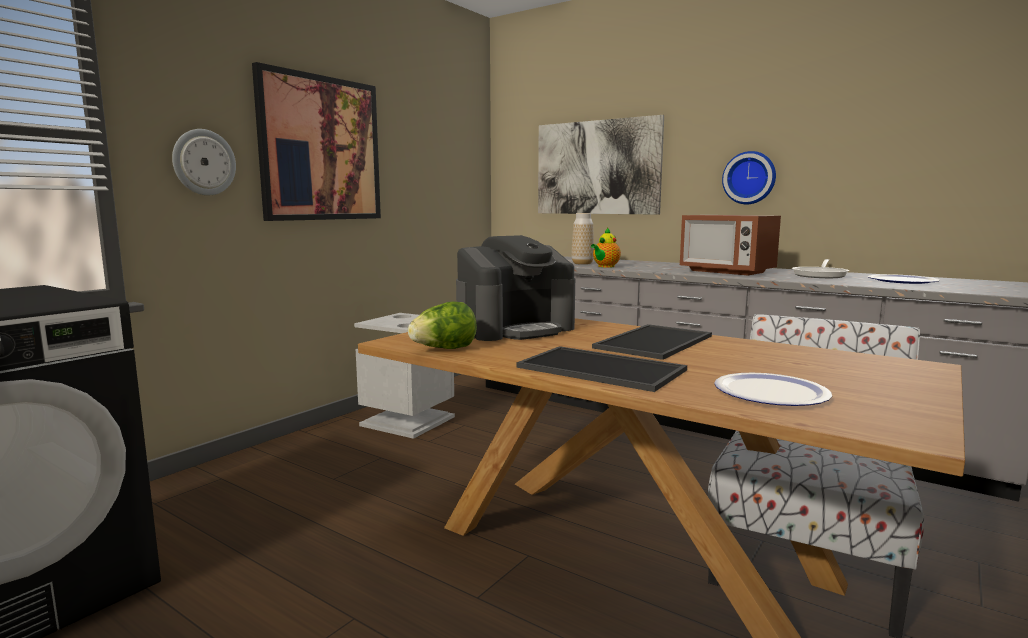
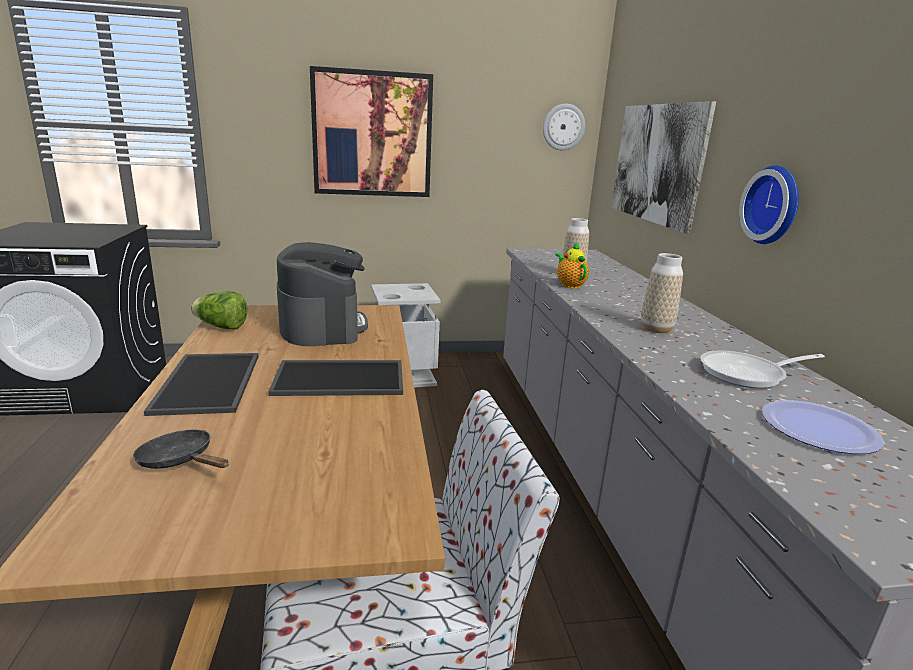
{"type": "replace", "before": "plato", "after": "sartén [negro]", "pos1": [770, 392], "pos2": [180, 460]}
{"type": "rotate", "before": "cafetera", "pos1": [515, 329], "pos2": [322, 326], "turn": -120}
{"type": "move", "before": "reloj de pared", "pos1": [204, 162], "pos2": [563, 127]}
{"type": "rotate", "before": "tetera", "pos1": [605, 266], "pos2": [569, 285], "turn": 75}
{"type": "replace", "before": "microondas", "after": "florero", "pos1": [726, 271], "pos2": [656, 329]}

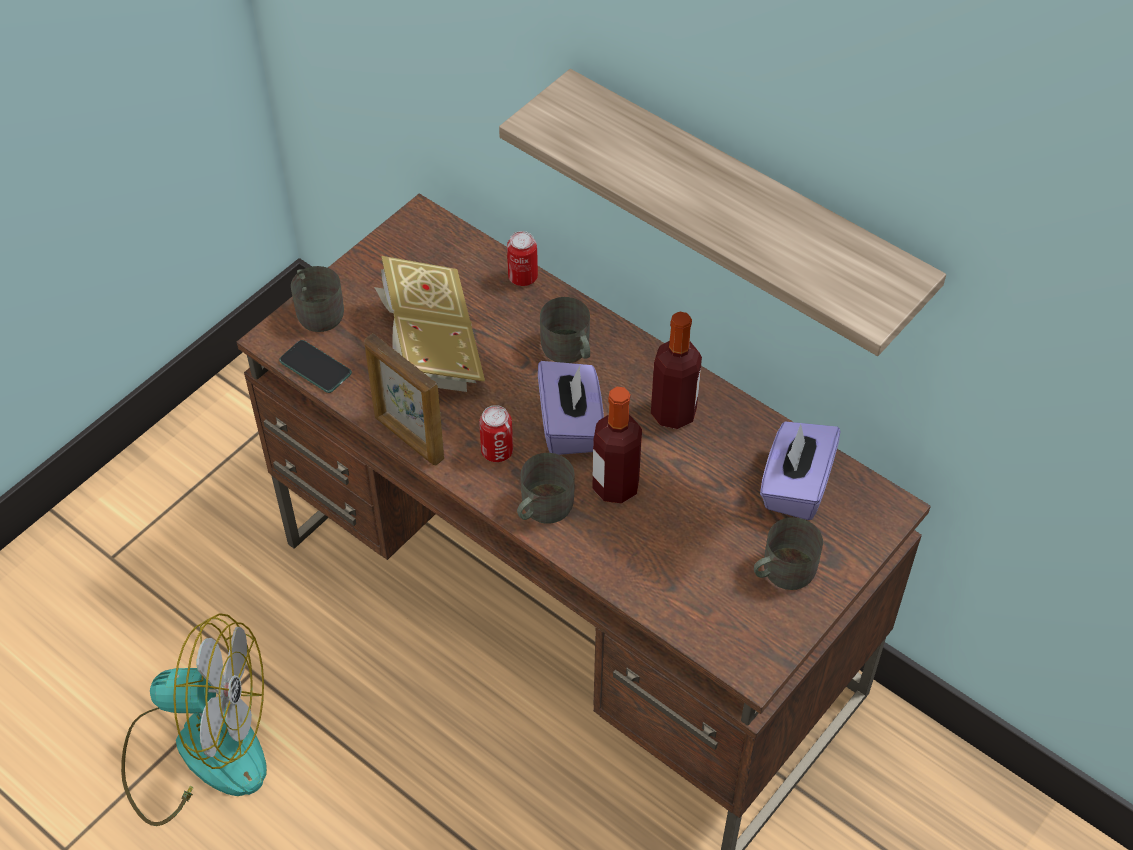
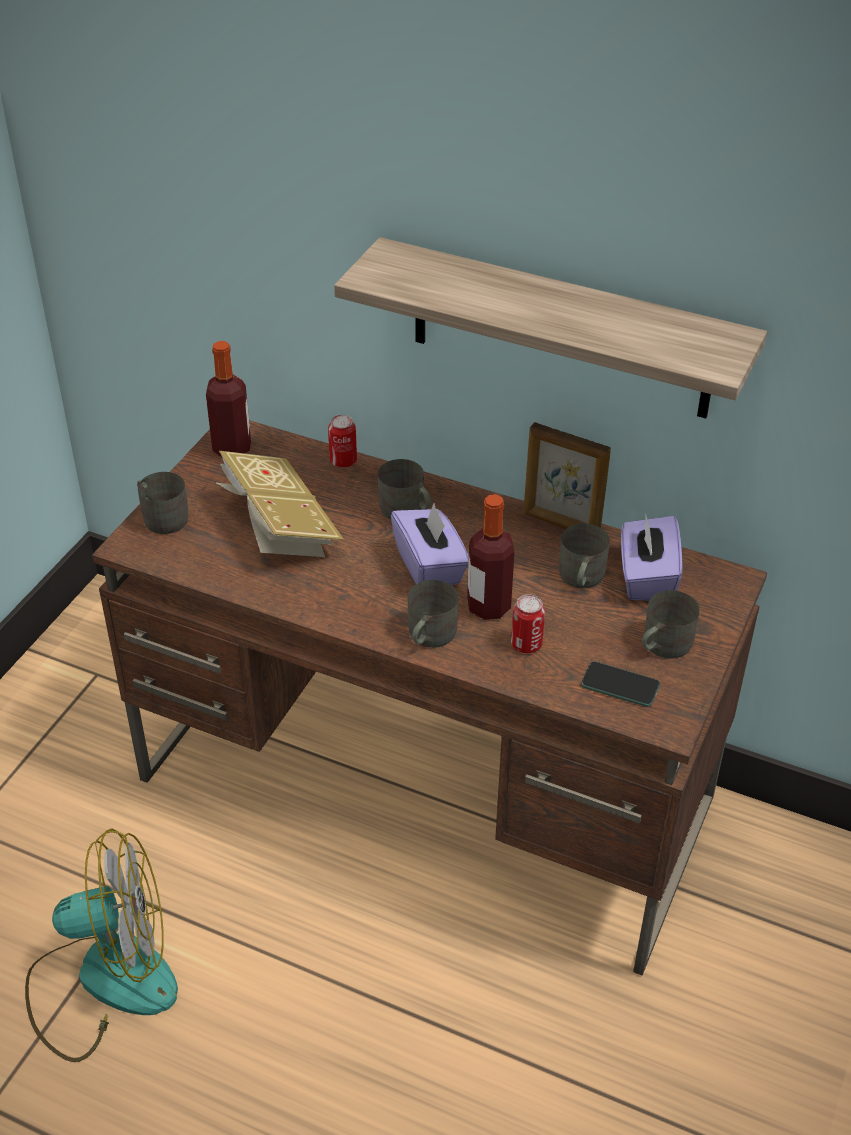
{"type": "move", "before": "botella", "pos1": [673, 413], "pos2": [232, 448]}
{"type": "move", "before": "lata", "pos1": [497, 451], "pos2": [526, 644]}
{"type": "move", "before": "portarretratos", "pos1": [408, 438], "pos2": [561, 524]}
{"type": "insert", "after": "taza grande [gris]", "pos2": [580, 578]}
{"type": "move", "before": "móvil", "pos1": [315, 367], "pos2": [620, 685]}

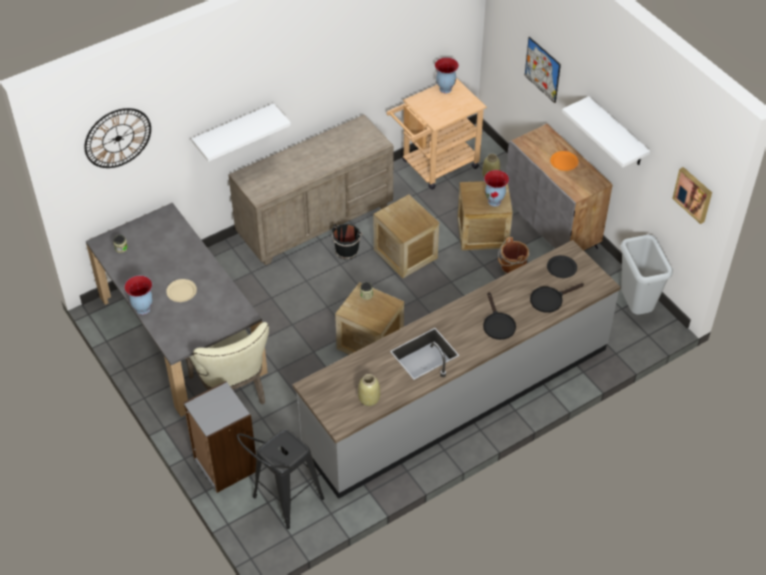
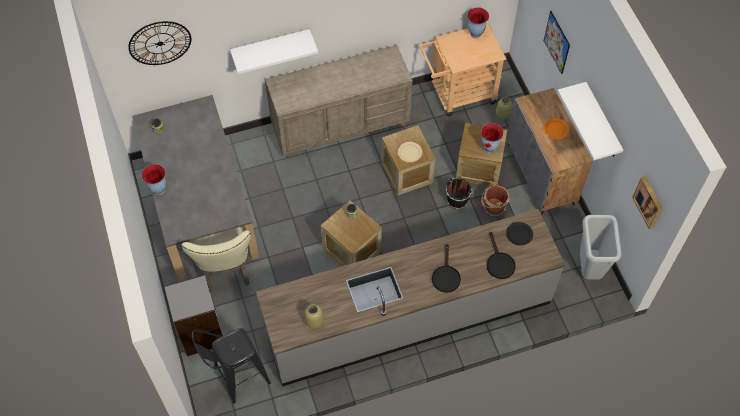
{"type": "move", "before": "plato [beis]", "pos1": [181, 291], "pos2": [409, 152]}
{"type": "move", "before": "cubo [negro]", "pos1": [347, 250], "pos2": [457, 199]}
{"type": "rotate", "before": "sartén [negro]", "pos1": [550, 299], "pos2": [499, 262], "turn": -90}

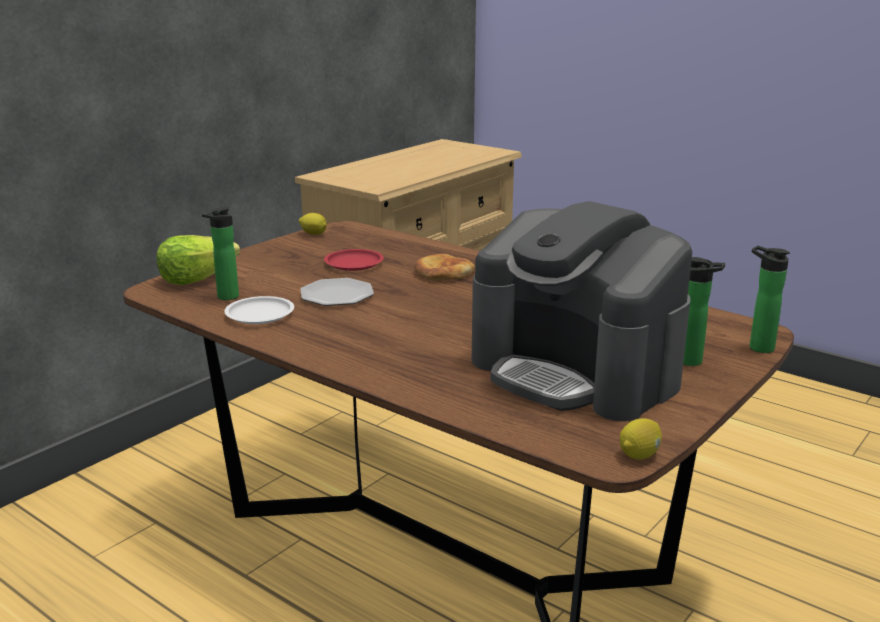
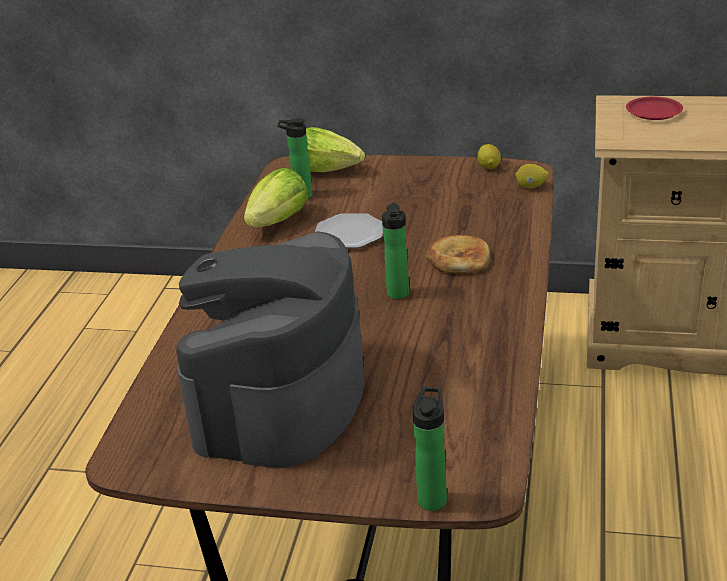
{"type": "replace", "before": "plato [blanco]", "after": "lechuga", "pos1": [260, 314], "pos2": [279, 221]}
{"type": "move", "before": "botella", "pos1": [693, 362], "pos2": [398, 295]}
{"type": "move", "before": "limón", "pos1": [640, 455], "pos2": [531, 187]}
{"type": "move", "before": "plato [rojo]", "pos1": [354, 263], "pos2": [654, 112]}

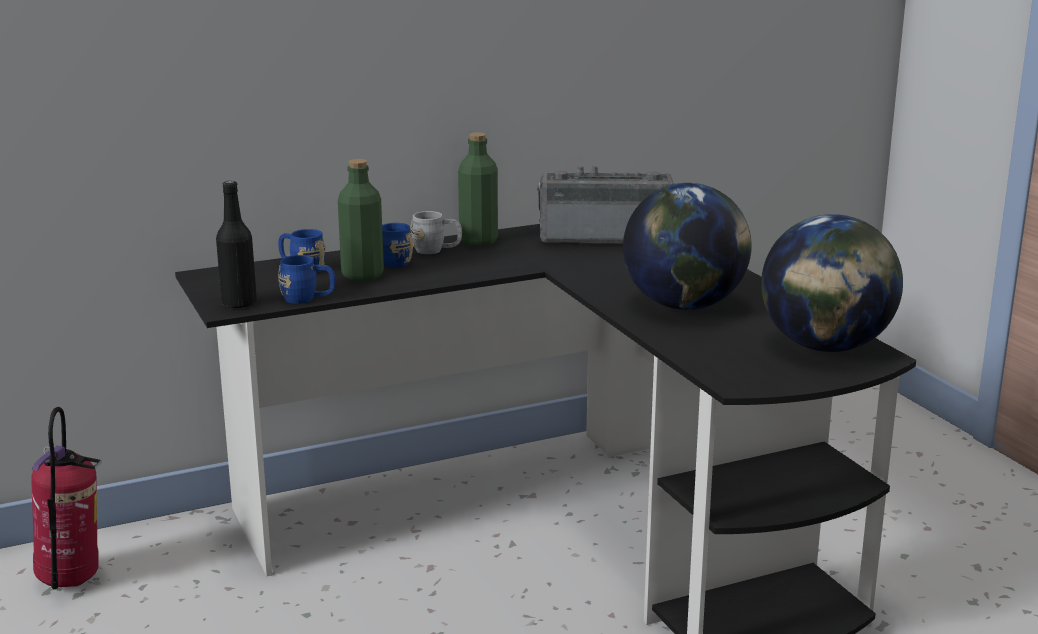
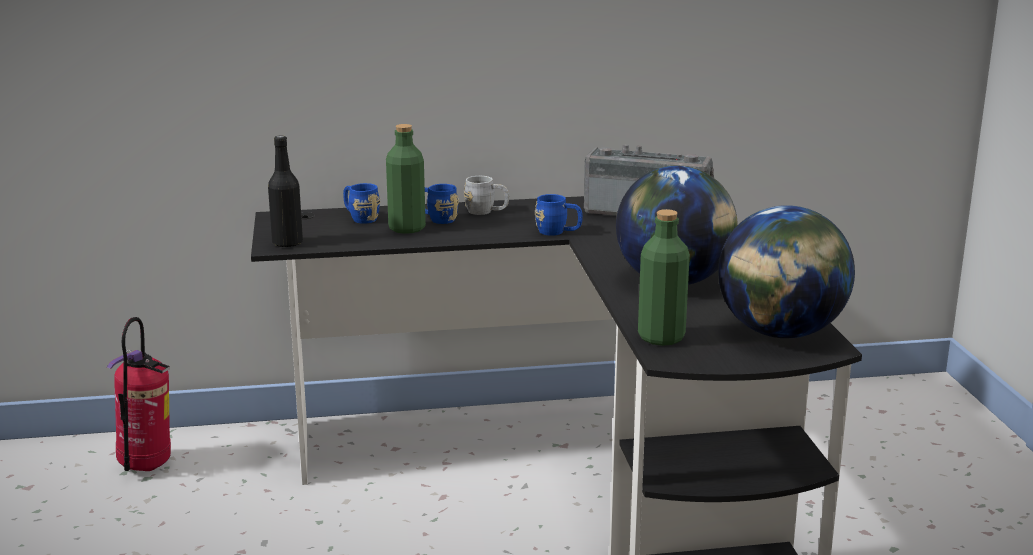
{"type": "move", "before": "taza grande [azul]", "pos1": [307, 299], "pos2": [558, 232]}
{"type": "move", "before": "botella [verde]", "pos1": [478, 241], "pos2": [661, 337]}

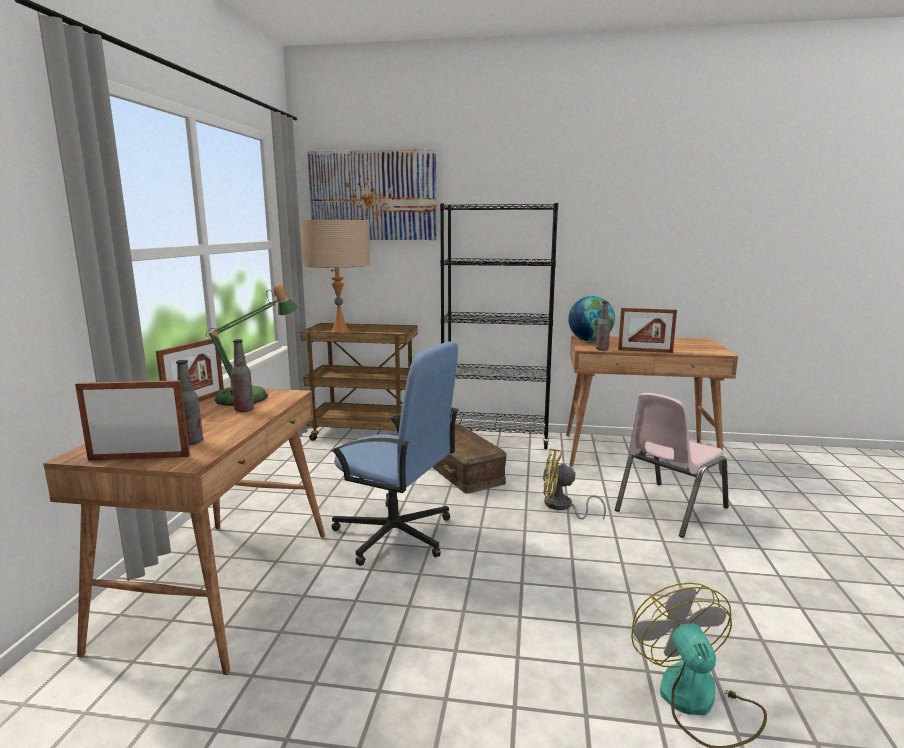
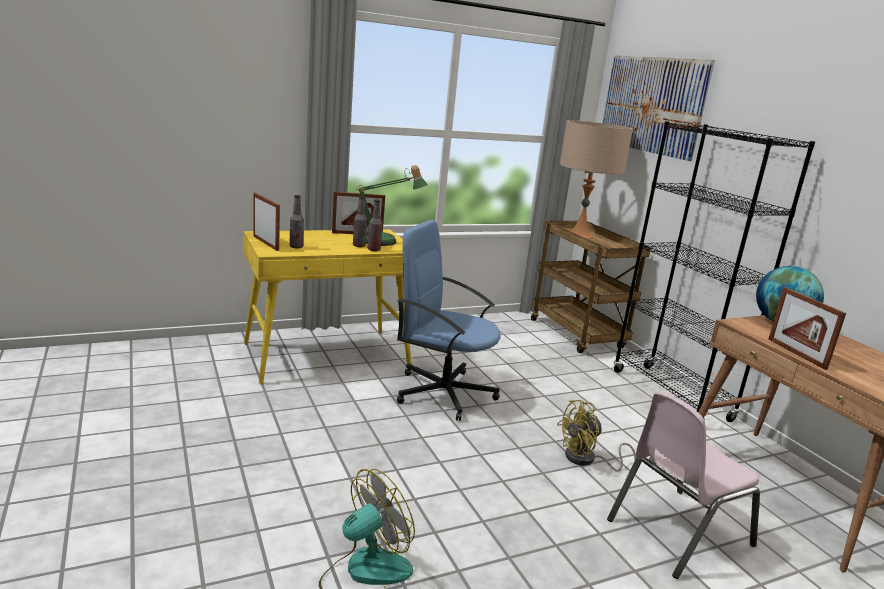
{"type": "recolor", "before": "escritorio [marrón]", "after": "escritorio [amarillo]", "pos1": [221, 586], "pos2": [327, 355]}
{"type": "move", "before": "botella", "pos1": [602, 349], "pos2": [373, 250]}
{"type": "rotate", "before": "silla de oficina [azul]", "pos1": [395, 535], "pos2": [443, 392], "turn": 120}
{"type": "rotate", "before": "ventilador [amarillo]", "pos1": [562, 507], "pos2": [586, 460], "turn": -90}
{"type": "rotate", "before": "silla [rosa]", "pos1": [669, 509], "pos2": [677, 532], "turn": -45}
{"type": "delete", "before": "caja de almacenaje [marrón]", "pos1": [463, 470]}

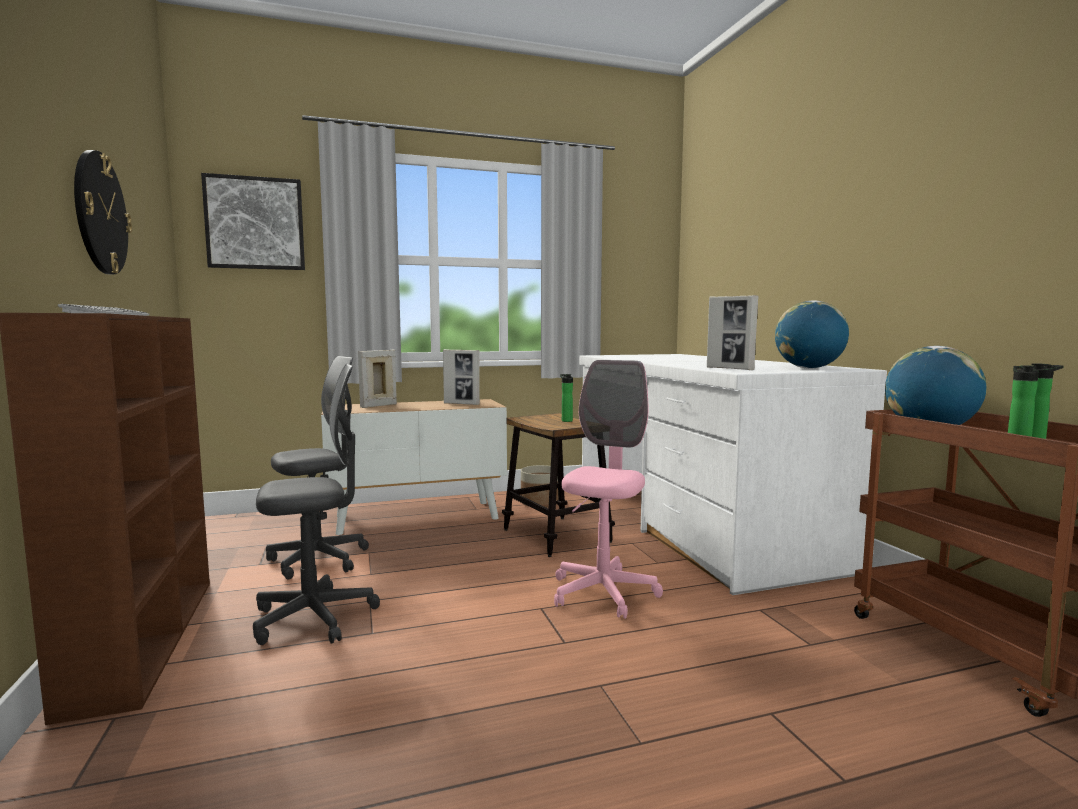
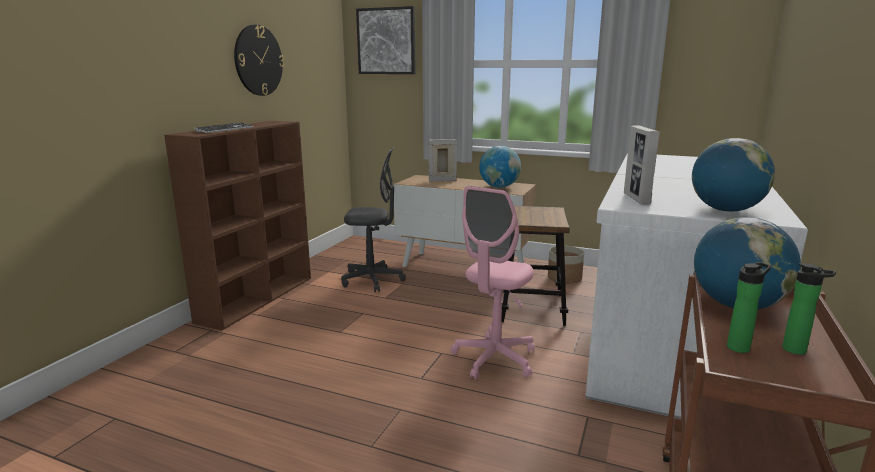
{"type": "rotate", "before": "silla de oficina [rosa]", "pos1": [603, 593], "pos2": [494, 359], "turn": 150}
{"type": "replace", "before": "portarretratos", "after": "globo terráqueo", "pos1": [461, 404], "pos2": [499, 187]}
{"type": "delete", "before": "silla de oficina [gris]", "pos1": [314, 618]}
{"type": "delete", "before": "botella", "pos1": [566, 421]}

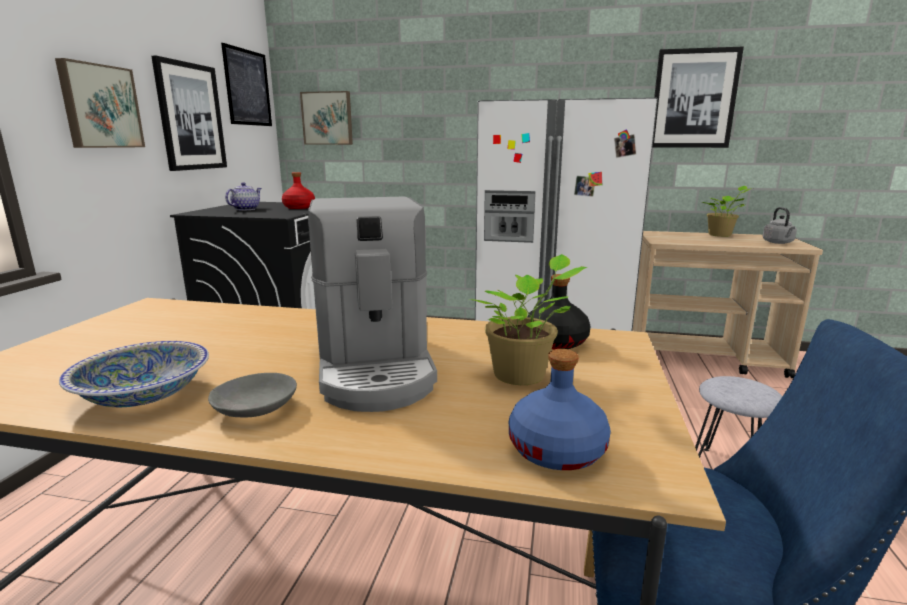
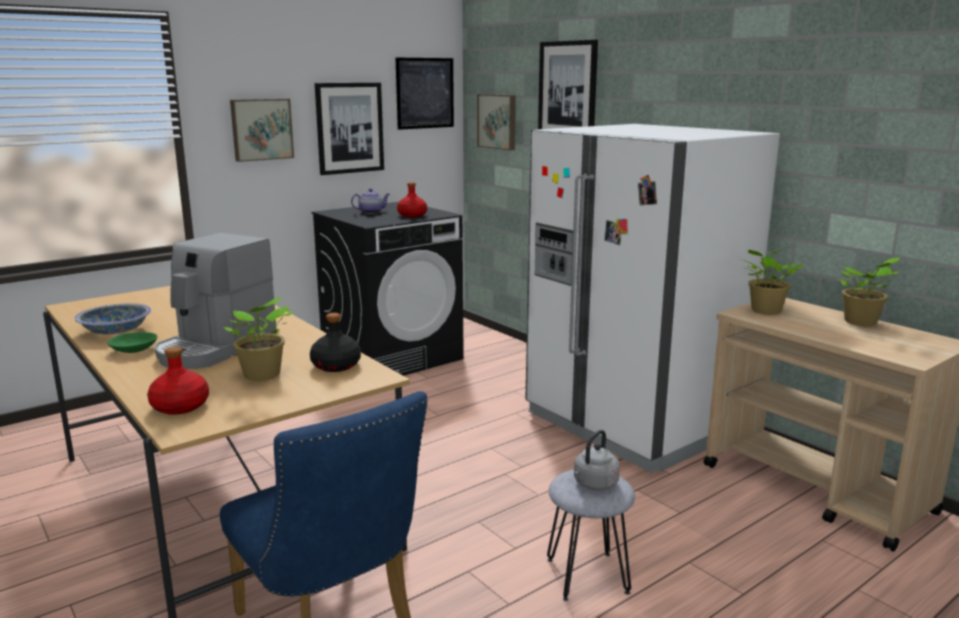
{"type": "recolor", "before": "cuenco [gris]", "after": "cuenco [verde]", "pos1": [254, 409], "pos2": [133, 350]}
{"type": "recolor", "before": "botella [azul]", "after": "botella [rojo]", "pos1": [557, 450], "pos2": [181, 406]}
{"type": "move", "before": "cuadro", "pos1": [693, 99], "pos2": [568, 90]}
{"type": "move", "before": "hervidor [gris]", "pos1": [778, 242], "pos2": [594, 484]}
{"type": "insert", "after": "planta en maceta", "pos2": [764, 311]}

